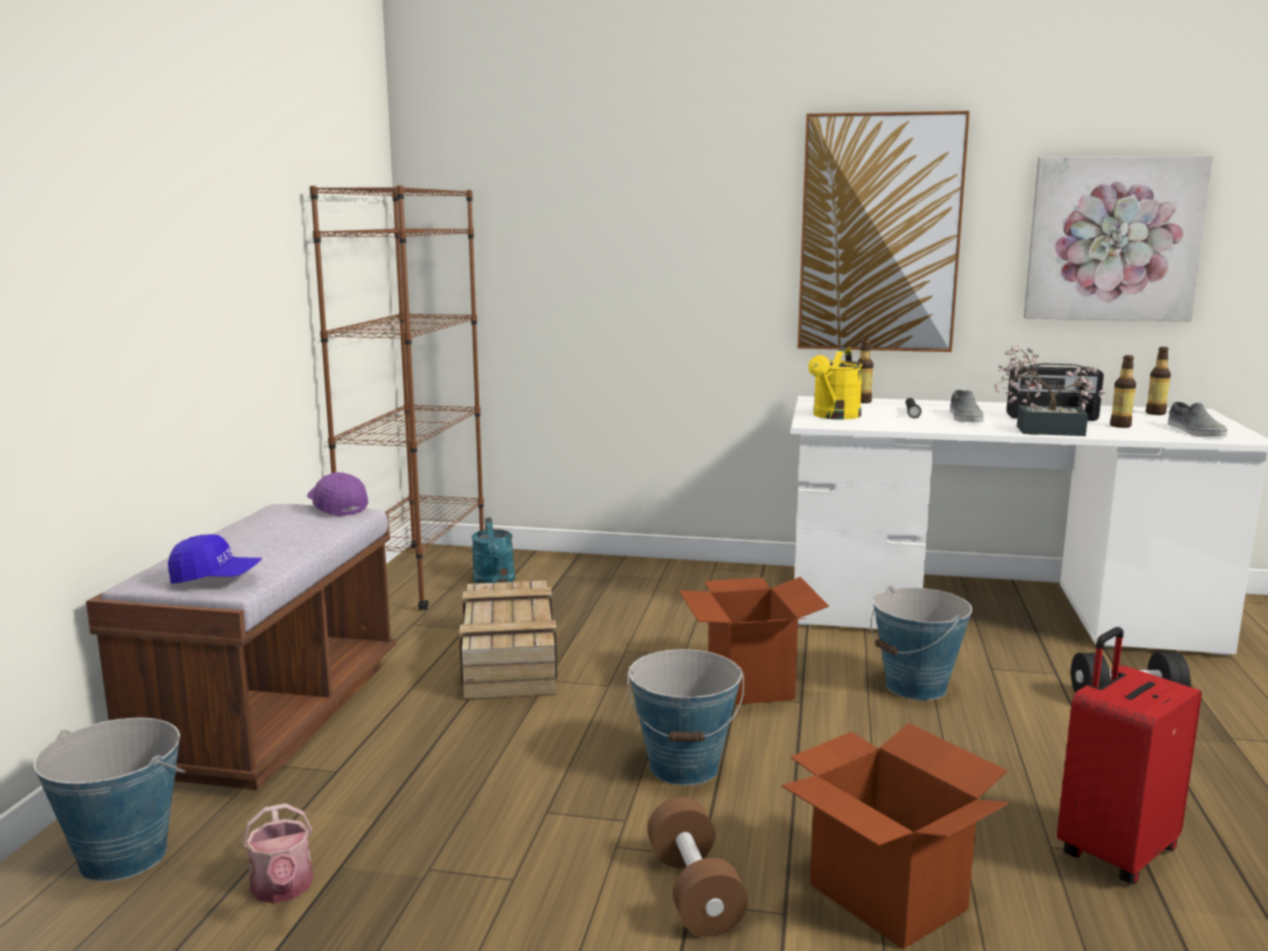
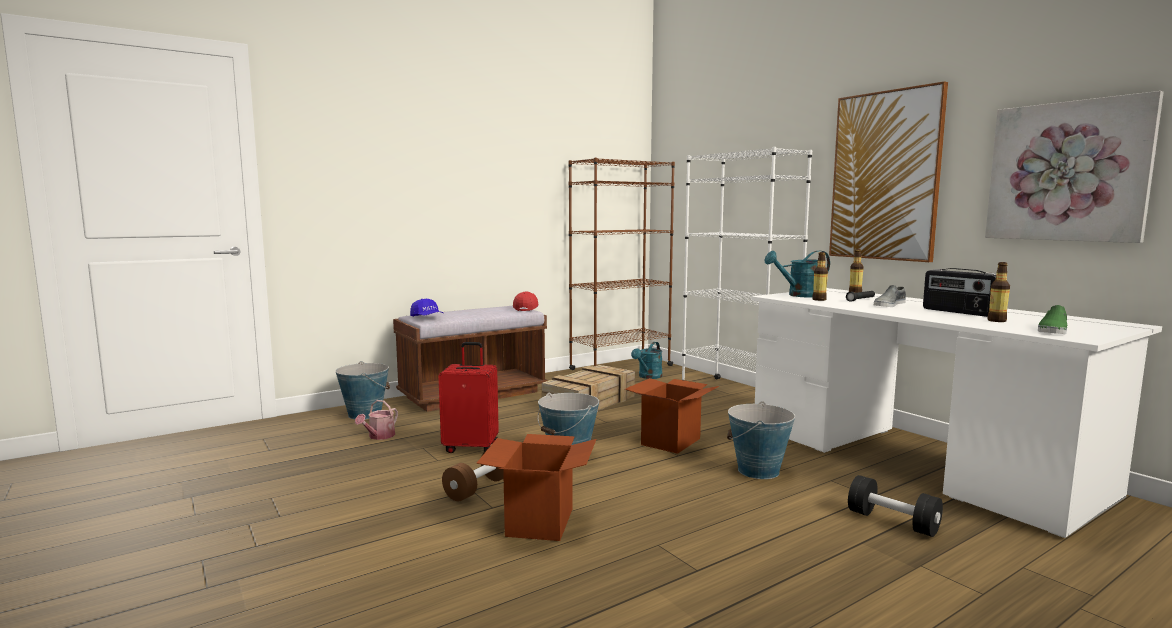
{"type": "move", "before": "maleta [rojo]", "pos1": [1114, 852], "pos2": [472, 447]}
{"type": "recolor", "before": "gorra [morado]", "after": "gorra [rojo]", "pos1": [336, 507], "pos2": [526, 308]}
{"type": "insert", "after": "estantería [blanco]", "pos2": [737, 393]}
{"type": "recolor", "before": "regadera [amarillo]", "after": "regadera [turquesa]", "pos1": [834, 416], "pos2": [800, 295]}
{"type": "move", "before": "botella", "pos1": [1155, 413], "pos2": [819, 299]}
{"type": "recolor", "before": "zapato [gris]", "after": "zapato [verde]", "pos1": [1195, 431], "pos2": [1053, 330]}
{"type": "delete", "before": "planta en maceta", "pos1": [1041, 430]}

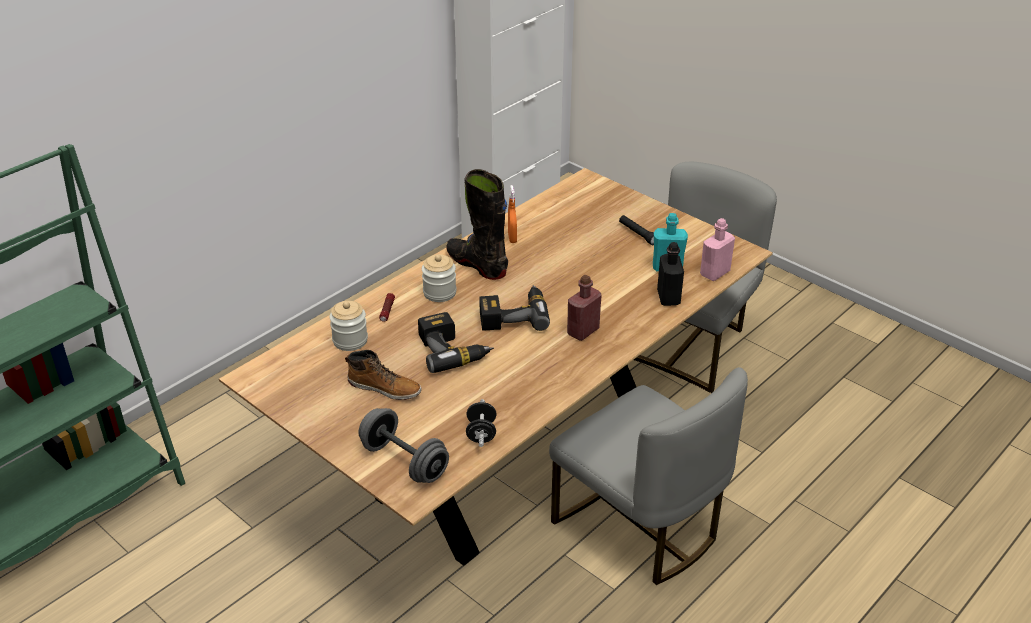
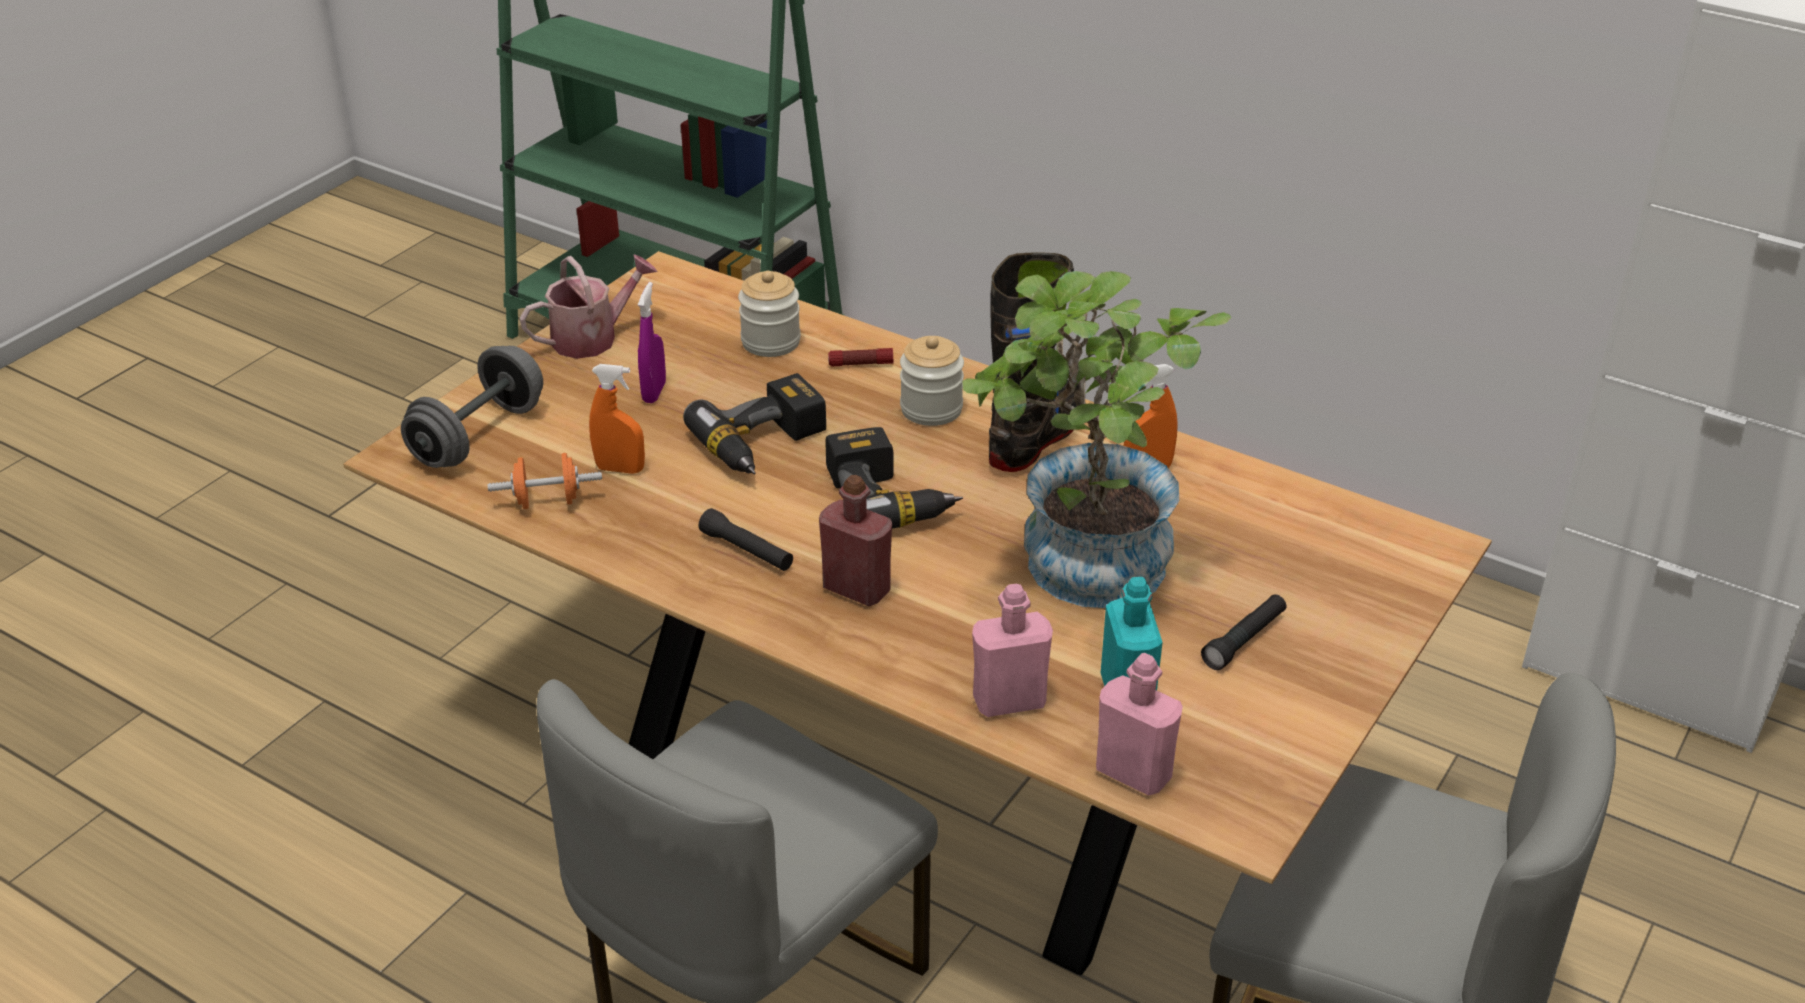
{"type": "recolor", "before": "mancuerna [negro]", "after": "mancuerna [naranja]", "pos1": [481, 433], "pos2": [548, 501]}
{"type": "insert", "after": "regadera", "pos2": [593, 338]}
{"type": "insert", "after": "pulverizador [naranja]", "pos2": [620, 469]}
{"type": "replace", "before": "bota", "after": "pulverizador [morado]", "pos1": [385, 388], "pos2": [654, 392]}
{"type": "insert", "after": "linterna [negro]", "pos2": [747, 551]}
{"type": "insert", "after": "planta en maceta", "pos2": [1079, 572]}
{"type": "recolor", "before": "botella [negro]", "after": "botella [rosa]", "pos1": [668, 297], "pos2": [1009, 701]}

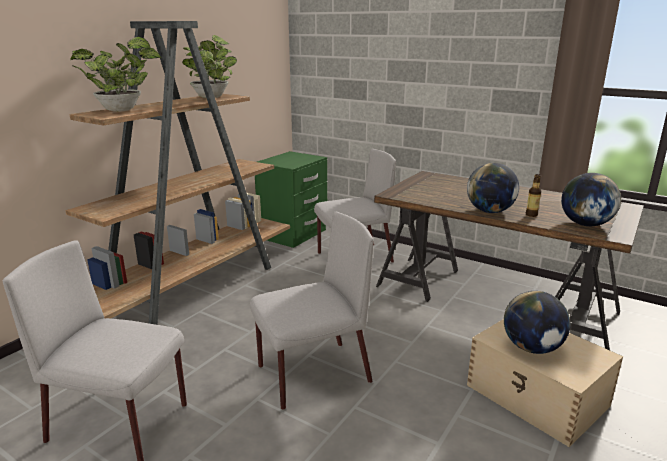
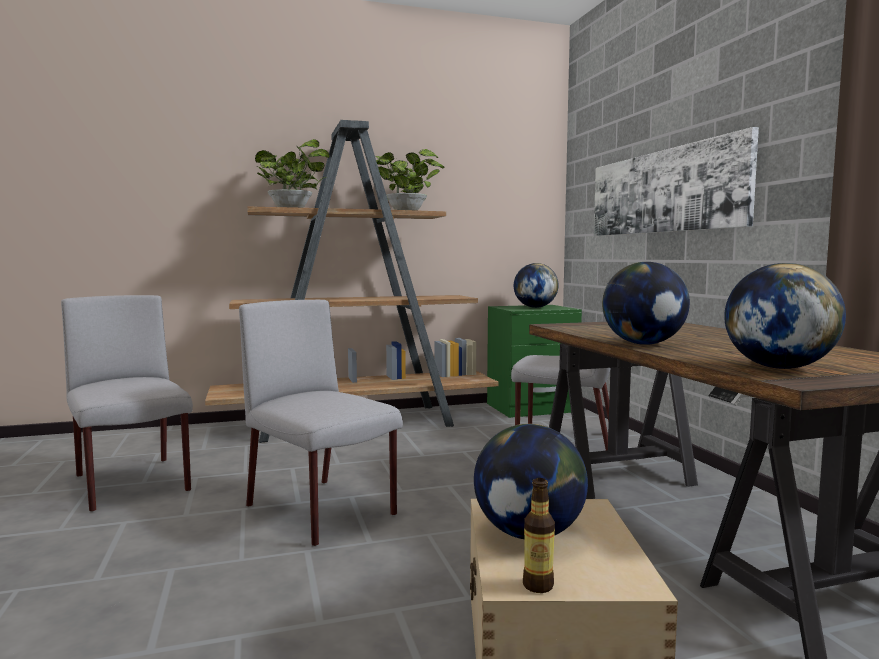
{"type": "rotate", "before": "silla [gris]", "pos1": [312, 375], "pos2": [322, 511], "turn": -150}
{"type": "insert", "after": "globo terráqueo", "pos2": [535, 307]}
{"type": "move", "before": "botella", "pos1": [531, 215], "pos2": [538, 585]}
{"type": "insert", "after": "cuadro", "pos2": [663, 192]}

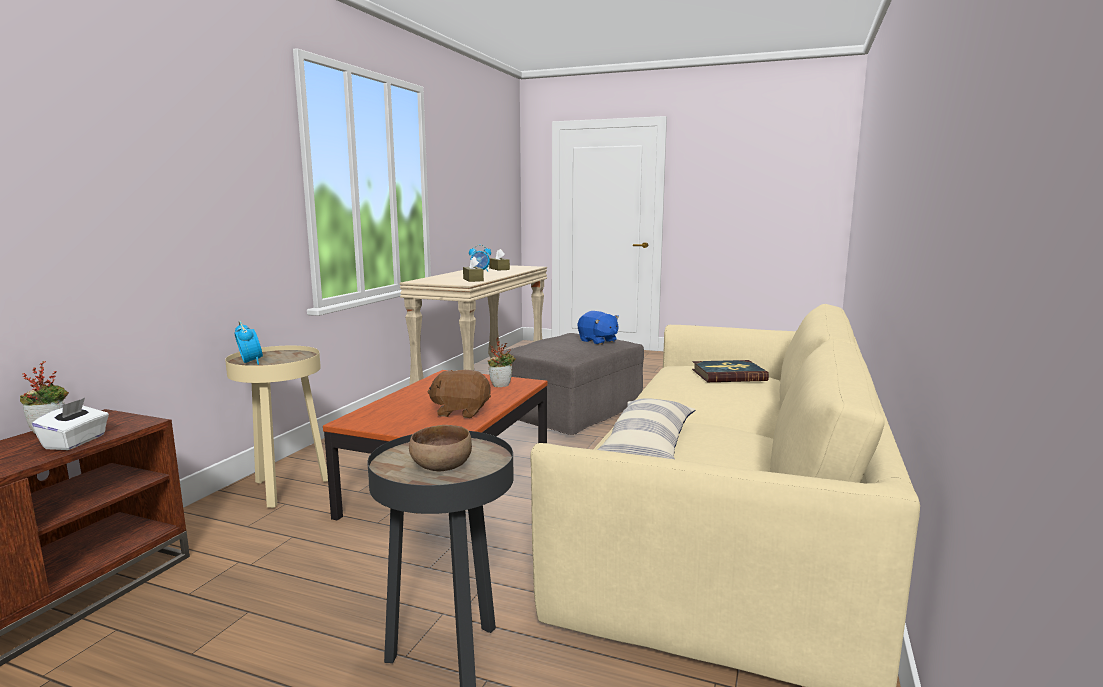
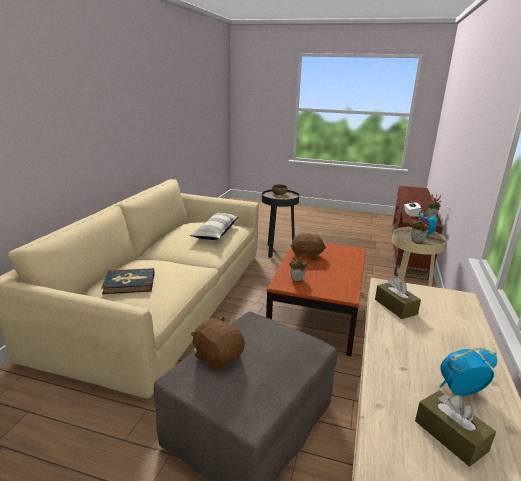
{"type": "recolor", "before": "peluche [azul]", "after": "peluche [marrón]", "pos1": [598, 341], "pos2": [218, 356]}
{"type": "insert", "after": "planta en maceta", "pos2": [416, 241]}

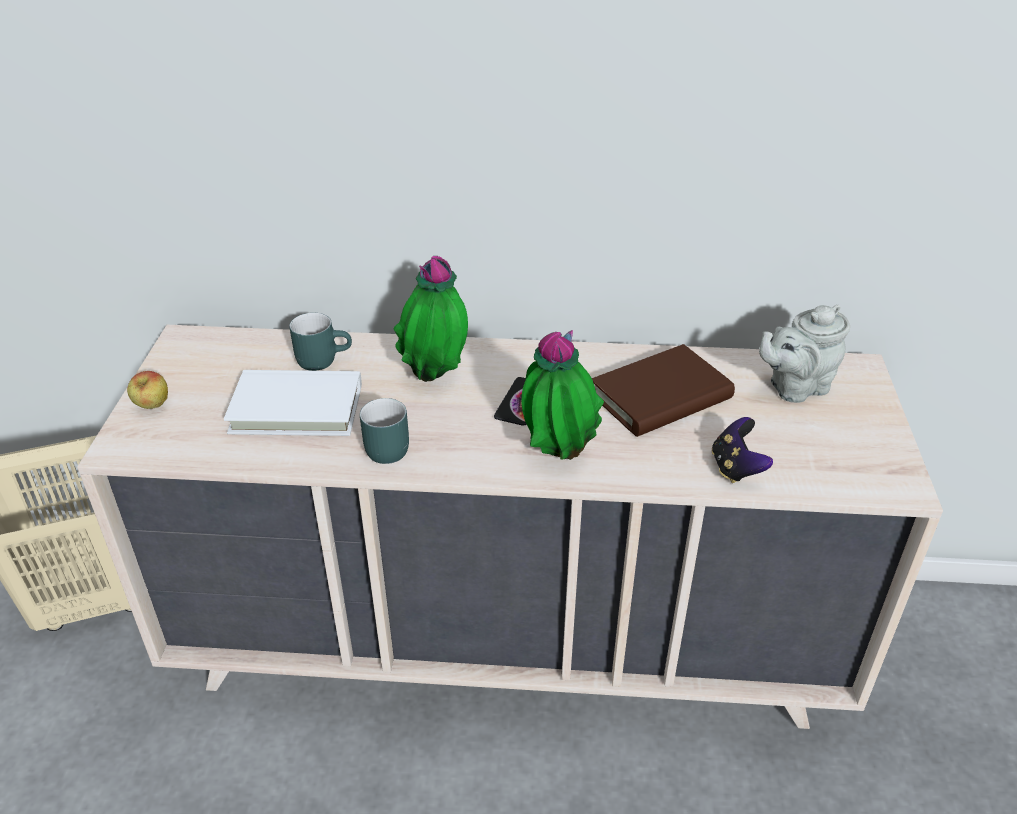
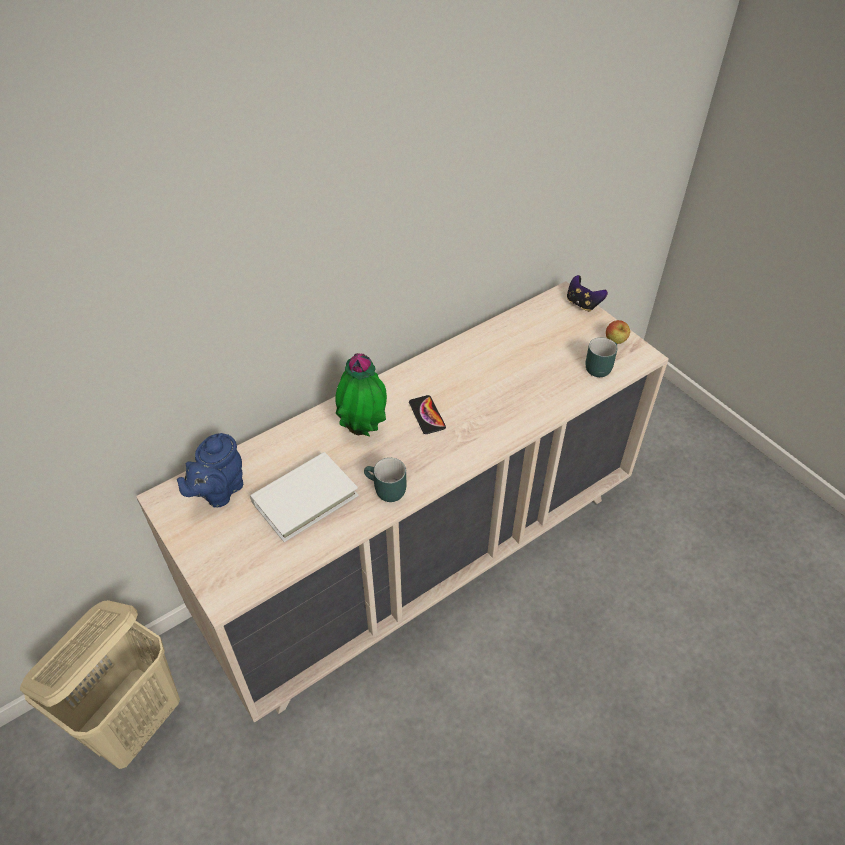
{"type": "insert", "after": "tetera [azul]", "pos2": [219, 491]}
{"type": "move", "before": "mando de consola", "pos1": [736, 468], "pos2": [582, 304]}
{"type": "move", "before": "taza grande [turquesa]", "pos1": [323, 358], "pos2": [599, 365]}
{"type": "move", "before": "manzana", "pos1": [152, 406], "pos2": [615, 342]}
{"type": "delete", "before": "planta en maceta", "pos1": [557, 455]}
{"type": "delete", "before": "libro [marrón]", "pos1": [660, 397]}
{"type": "delete", "before": "tetera [gris]", "pos1": [794, 387]}

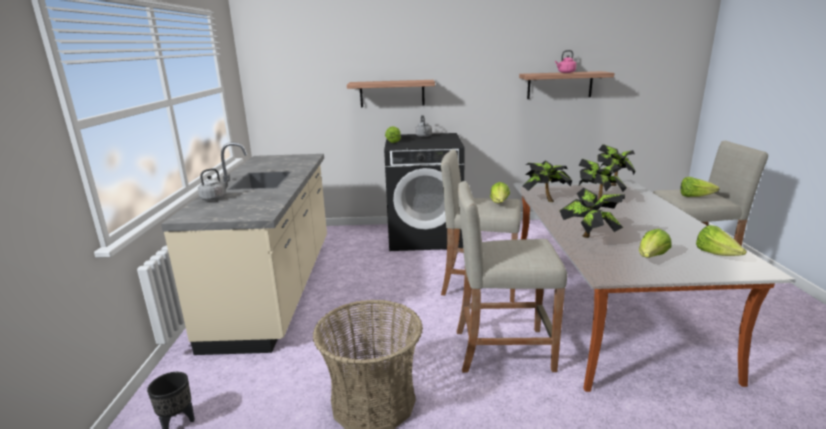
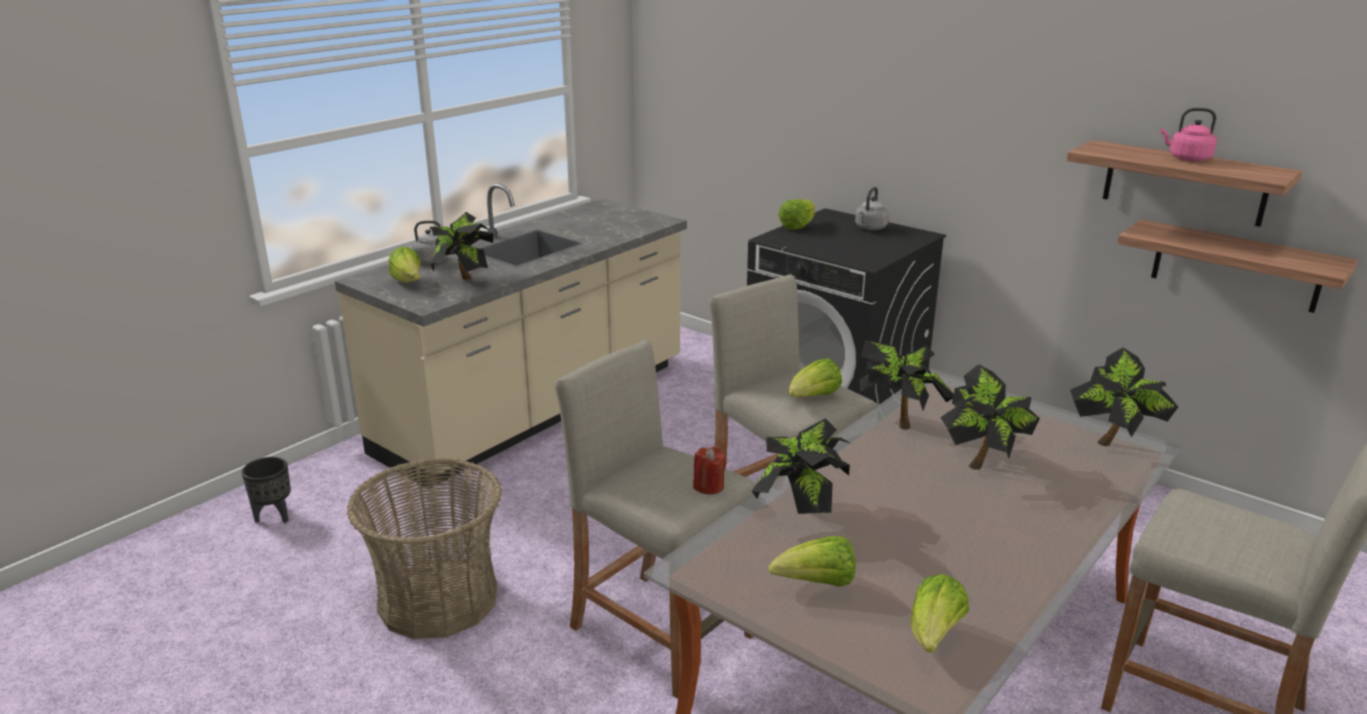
{"type": "move", "before": "lechuga", "pos1": [694, 197], "pos2": [409, 282]}
{"type": "insert", "after": "planta en maceta", "pos2": [464, 281]}
{"type": "insert", "after": "vela [rojo]", "pos2": [708, 486]}
{"type": "move", "before": "estante", "pos1": [392, 93], "pos2": [1236, 266]}

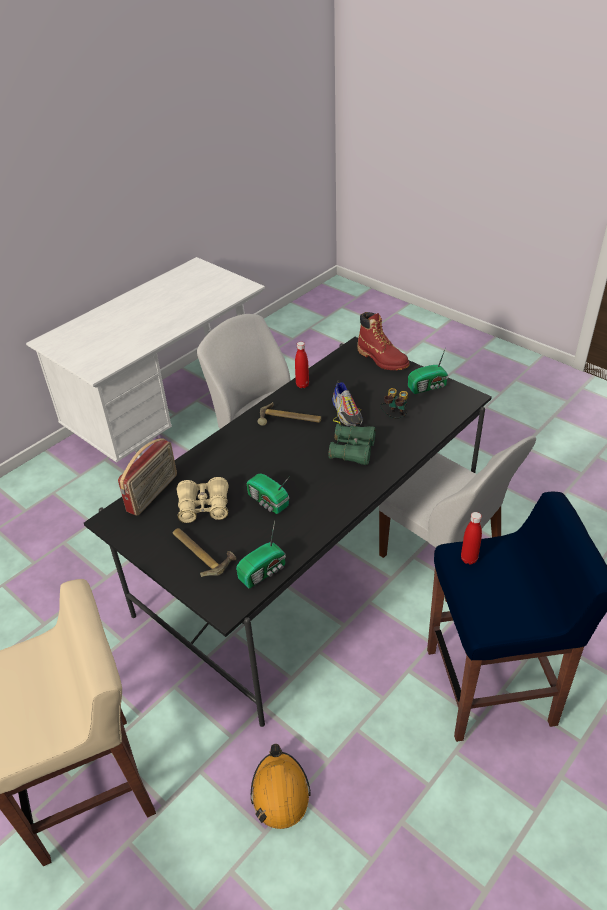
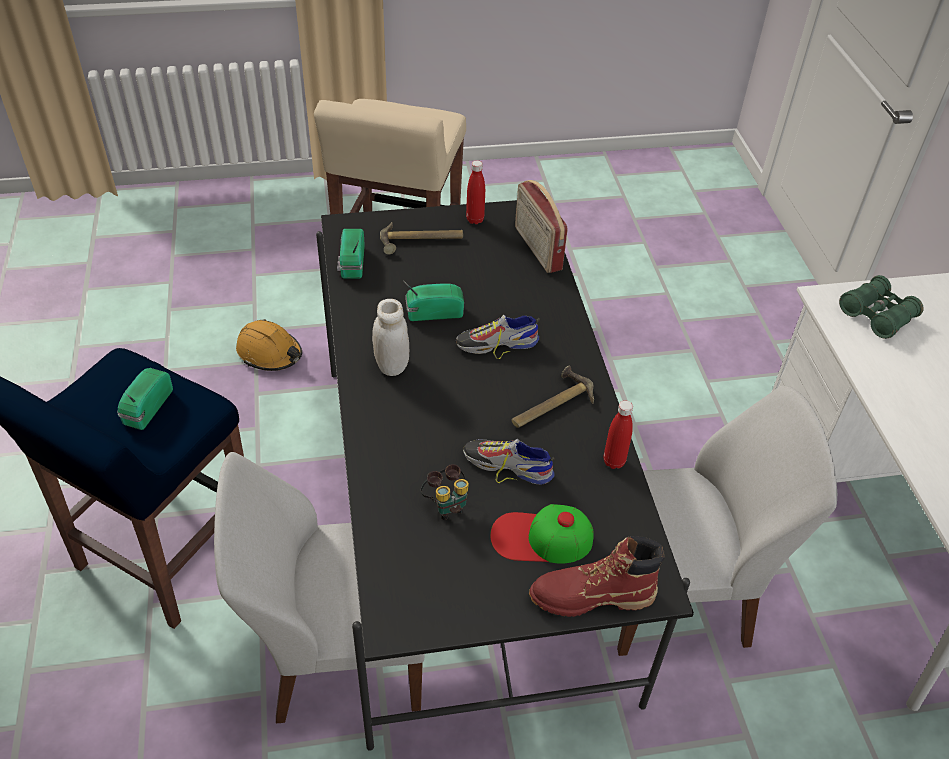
{"type": "move", "before": "radio", "pos1": [428, 387], "pos2": [146, 408]}
{"type": "insert", "after": "tarro [blanco]", "pos2": [392, 365]}
{"type": "insert", "after": "zapato", "pos2": [496, 343]}
{"type": "move", "before": "botella [rojo]", "pos1": [469, 559], "pos2": [475, 219]}
{"type": "insert", "after": "gorra", "pos2": [541, 538]}
{"type": "move", "before": "prismáticos [verde]", "pos1": [352, 450], "pos2": [876, 315]}
{"type": "delete", "before": "prismáticos [beis]", "pos1": [204, 507]}

